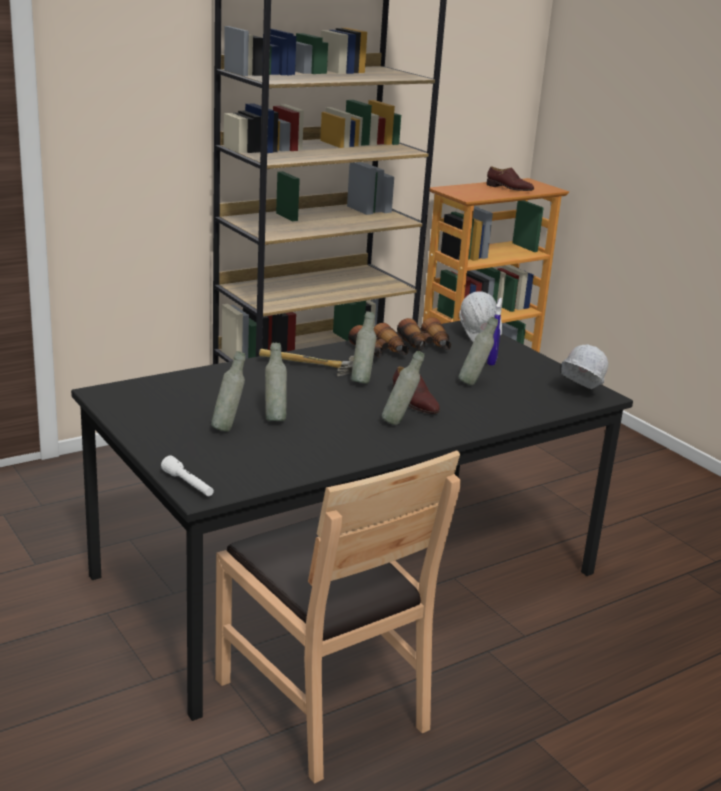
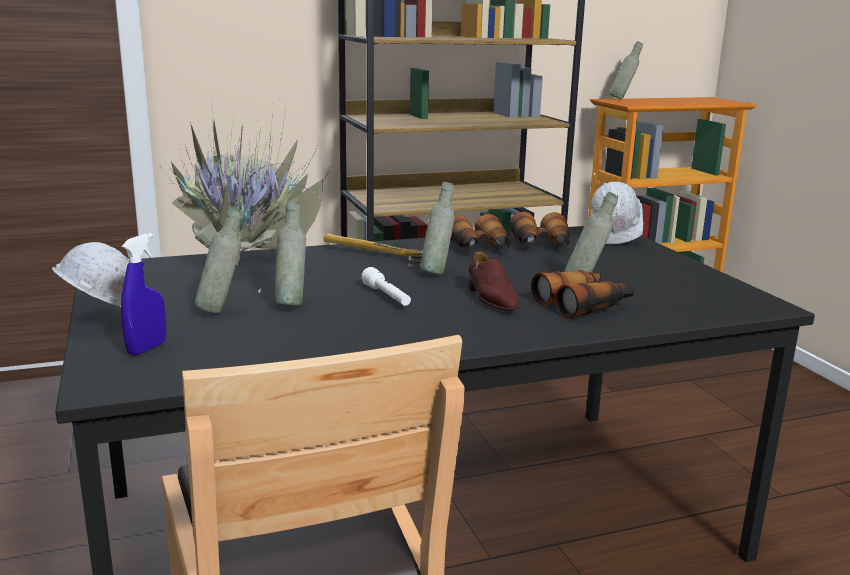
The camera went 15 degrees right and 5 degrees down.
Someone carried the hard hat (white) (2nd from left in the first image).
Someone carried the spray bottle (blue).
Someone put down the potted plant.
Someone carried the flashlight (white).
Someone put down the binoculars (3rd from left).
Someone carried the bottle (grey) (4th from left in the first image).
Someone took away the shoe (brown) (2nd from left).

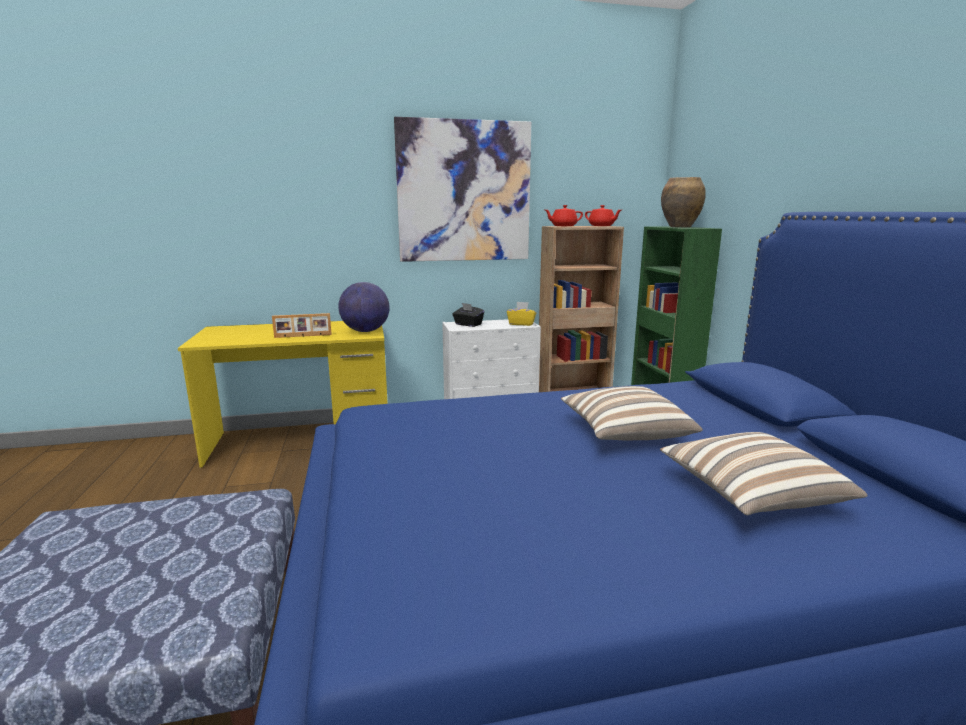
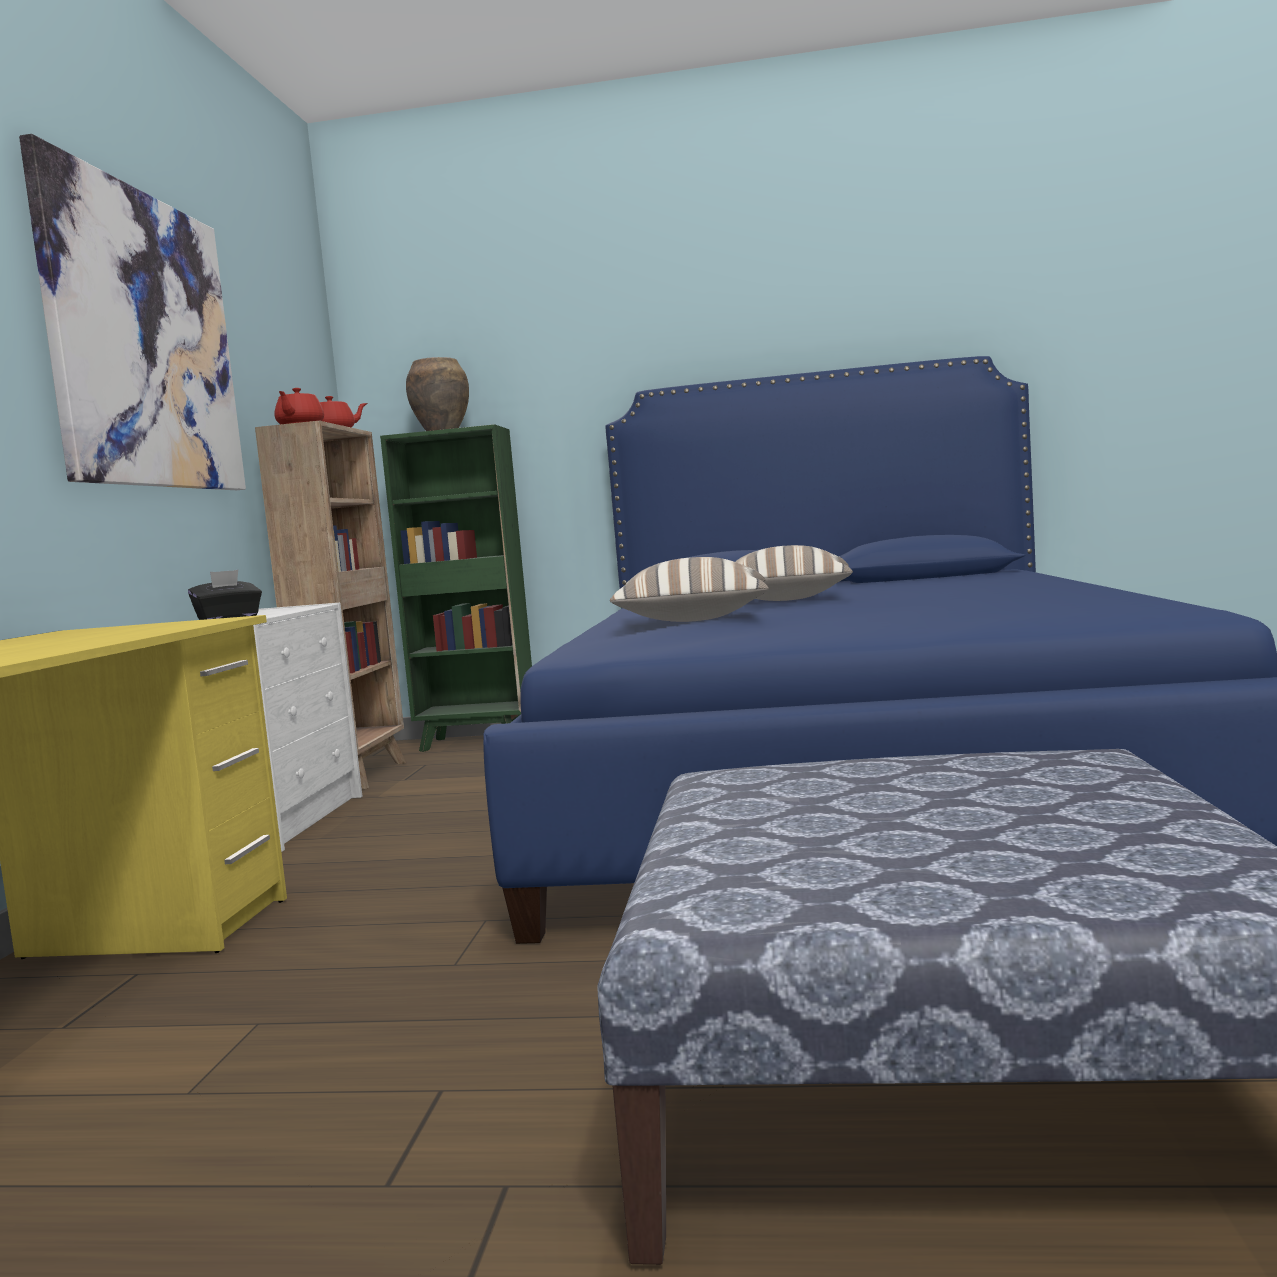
The camera went 70 degrees left and 10 degrees down.
Someone carried the pillow (2nd from left in the first image).
Someone took away the picture frame.
Someone took away the globe.
Someone took away the tissue box (yellow).

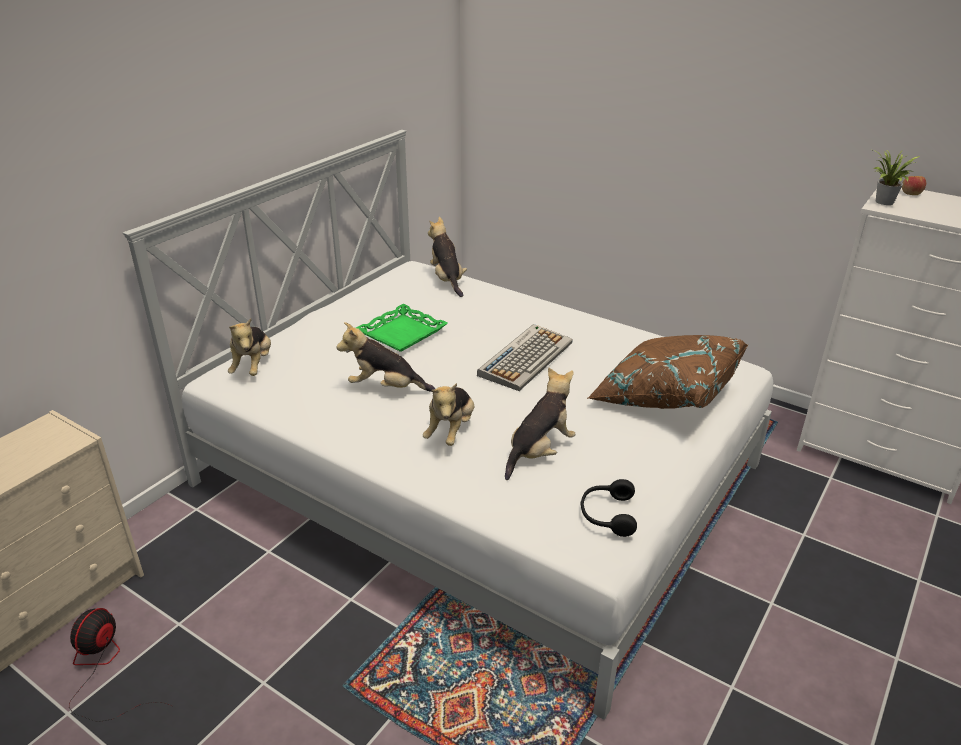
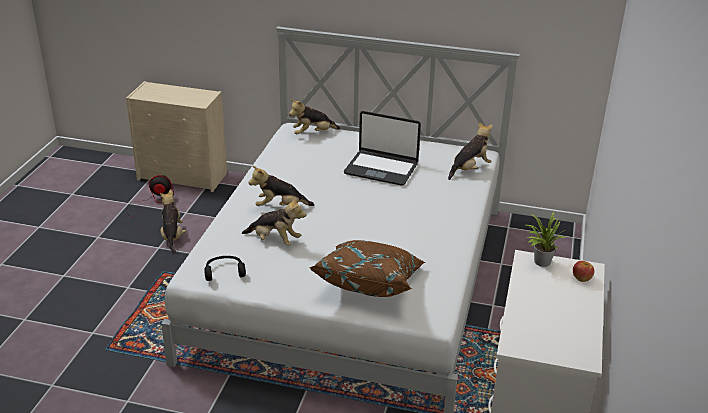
The camera went 70 degrees right and 0 degrees up.
Someone carried the plush toy (2nd from left in the first image).
Someone swapped the tray (green) for the laptop.
Someone took away the keyboard.

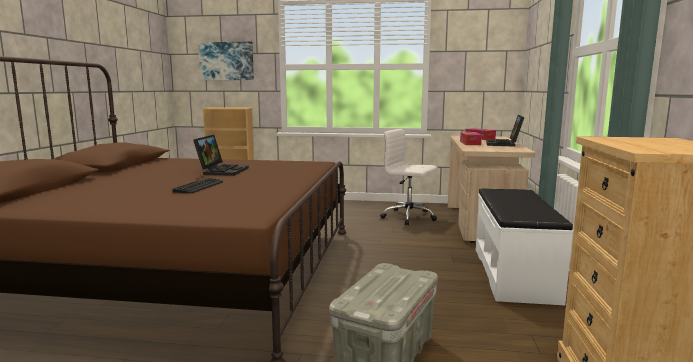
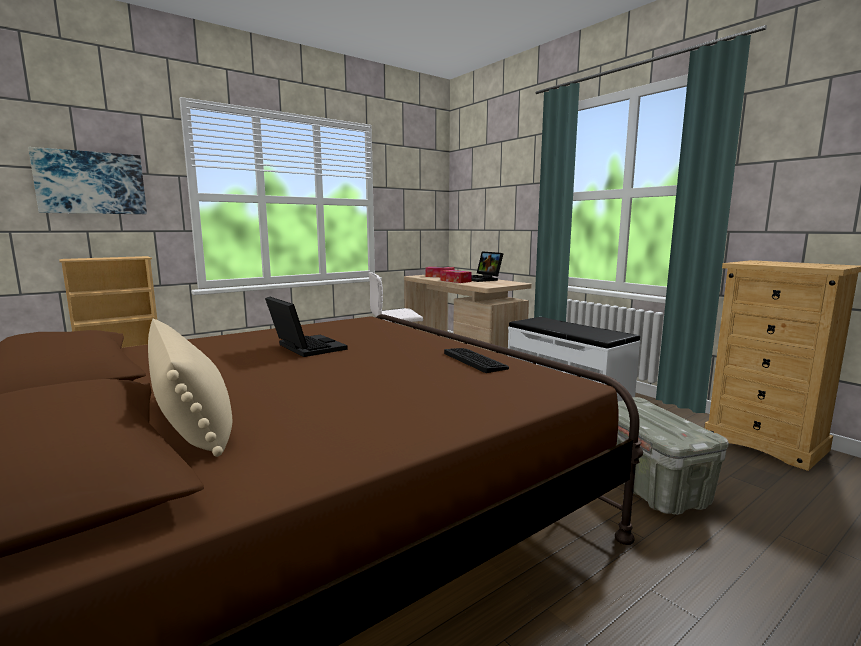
The camera went 45 degrees left and 0 degrees up.
Someone put down the pillow (beige).
Someone carried the keyboard.

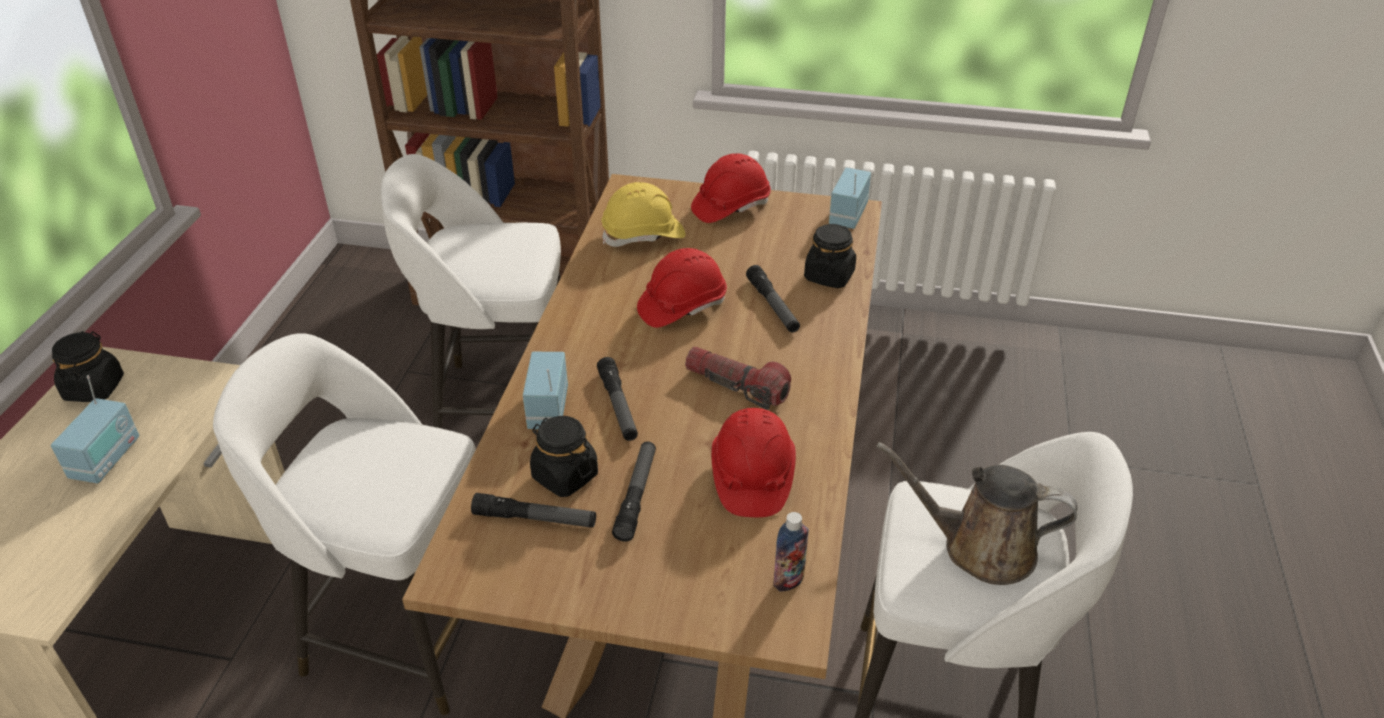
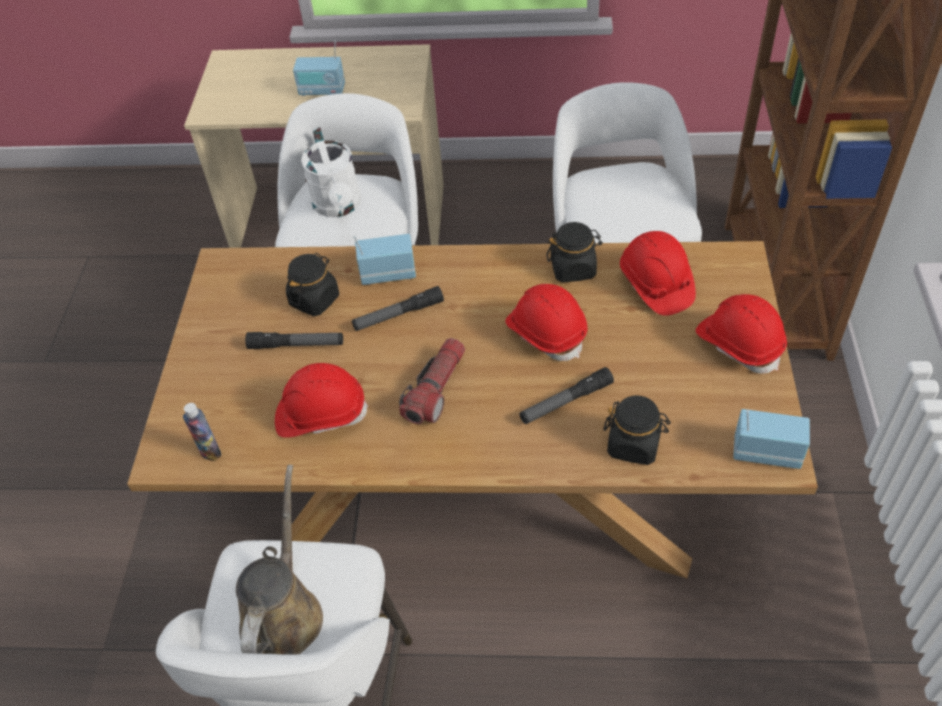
The camera went 85 degrees right and 10 degrees up.
Someone put down the watering can (white).
Someone carried the jar (black) (1st from left in the first image).
Someone repainted the hard hat (yellow), which became the hard hat (red) (3rd from left).
Someone took away the flashlight (1st from left).

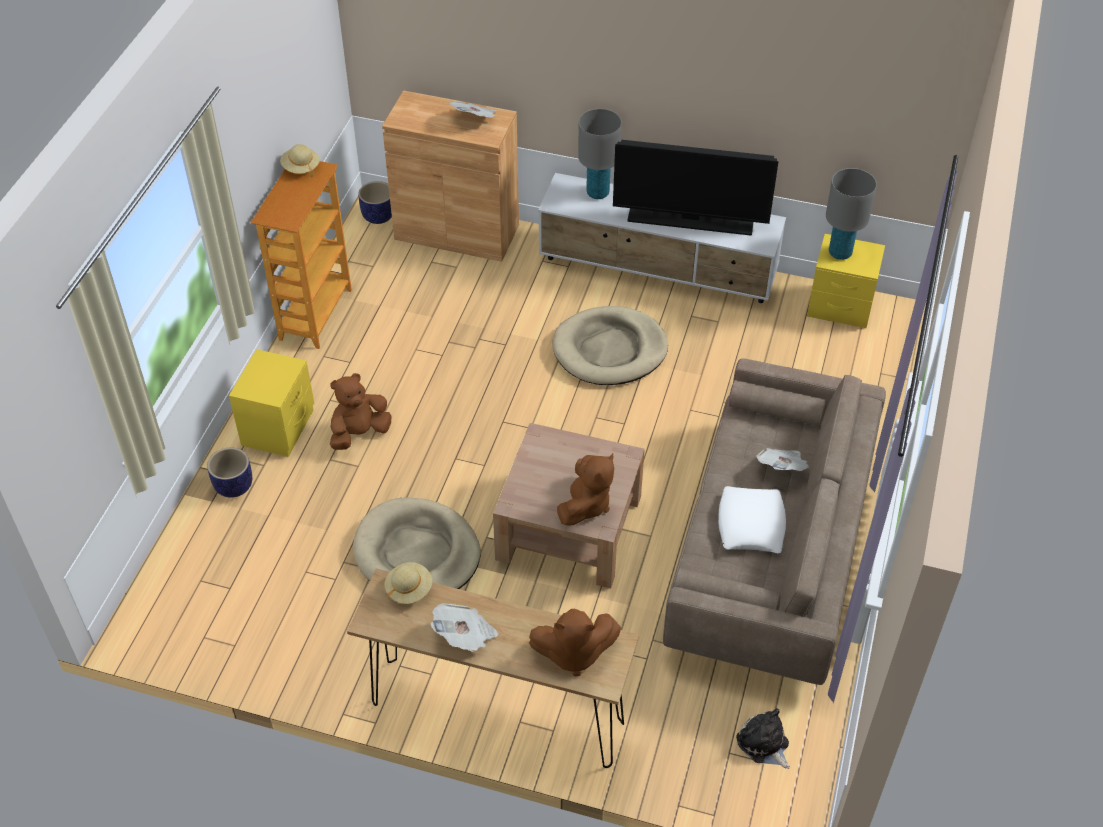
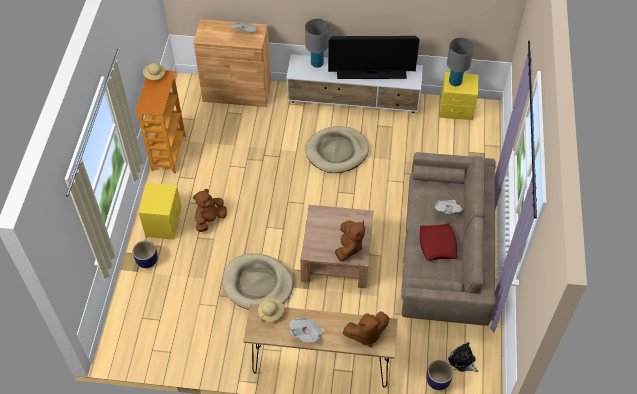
The camera went 10 degrees left and 5 degrees up.
Someone repainted the pillow (white), which became the pillow (red).
Someone carried the planter (2nd from left).

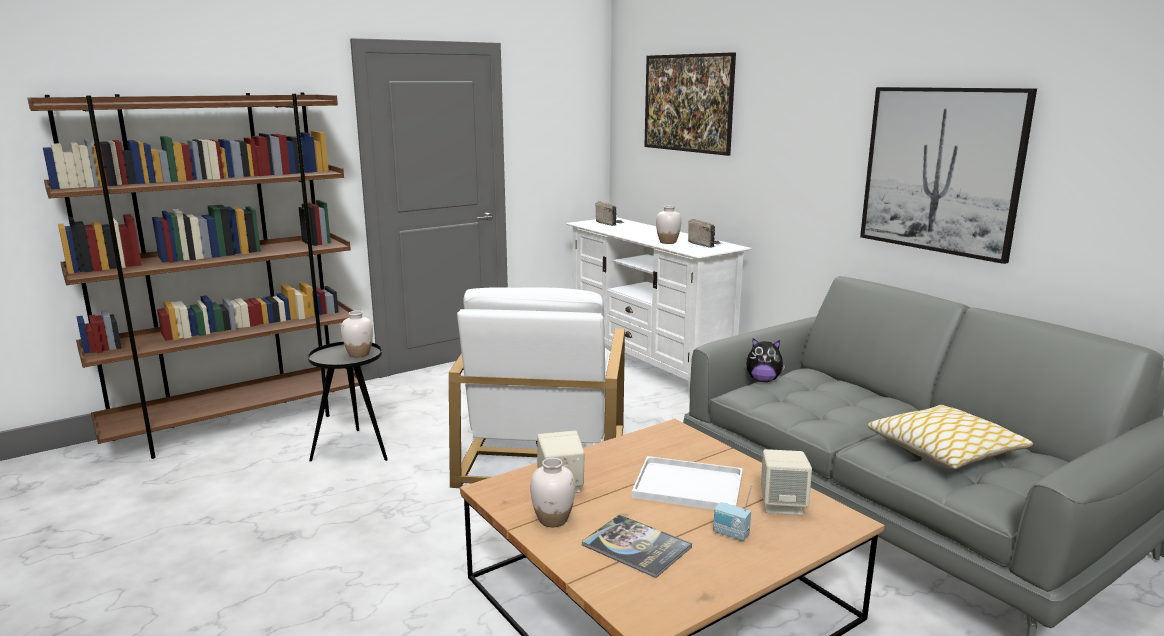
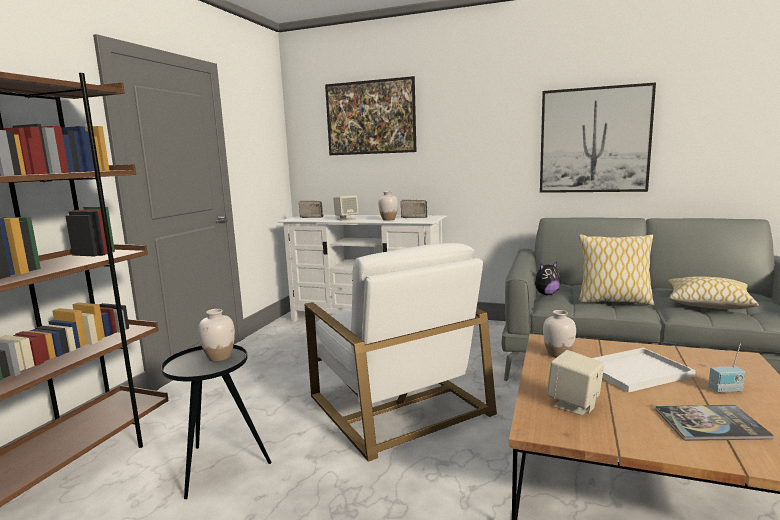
The camera went 35 degrees left and 5 degrees down.
Someone carried the speaker (beige) (2nd from left in the first image).
Someone carried the vase (white) (2nd from left in the first image).
Someone put down the pillow (1st from left).

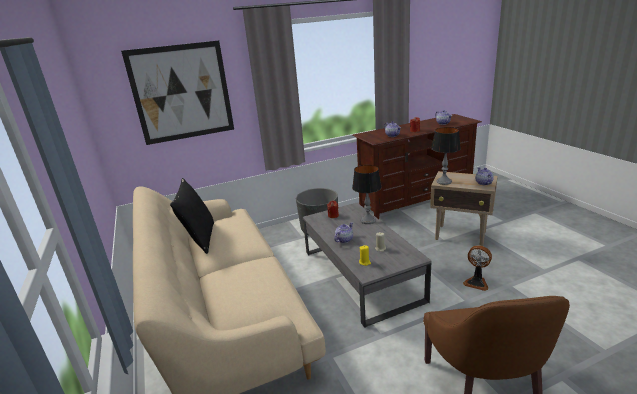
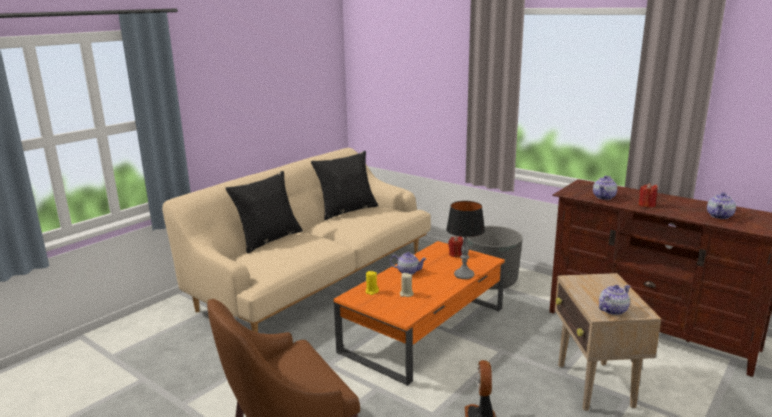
The camera went 60 degrees right and 5 degrees down.
Someone put down the pillow (black) (1st from left).
Someone repainted the coffee table (grey), which became the coffee table (orange).
Someone took away the picture.
Someone took away the table lamp (2nd from left).

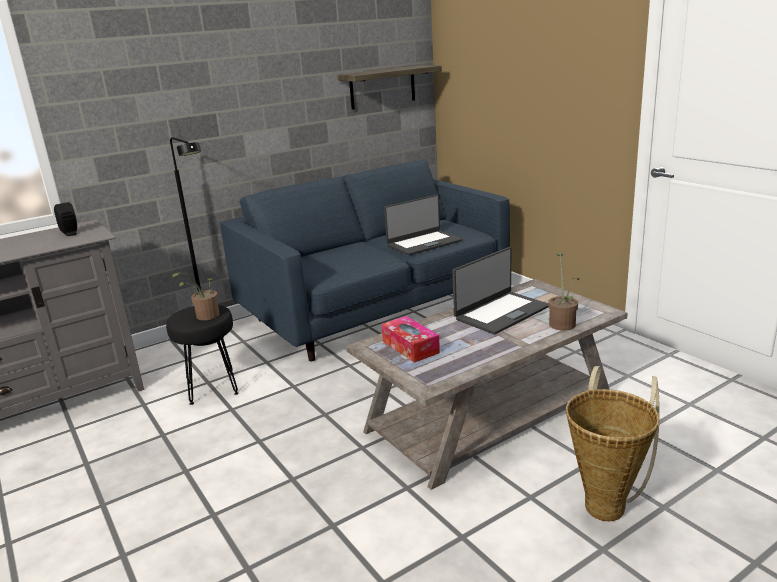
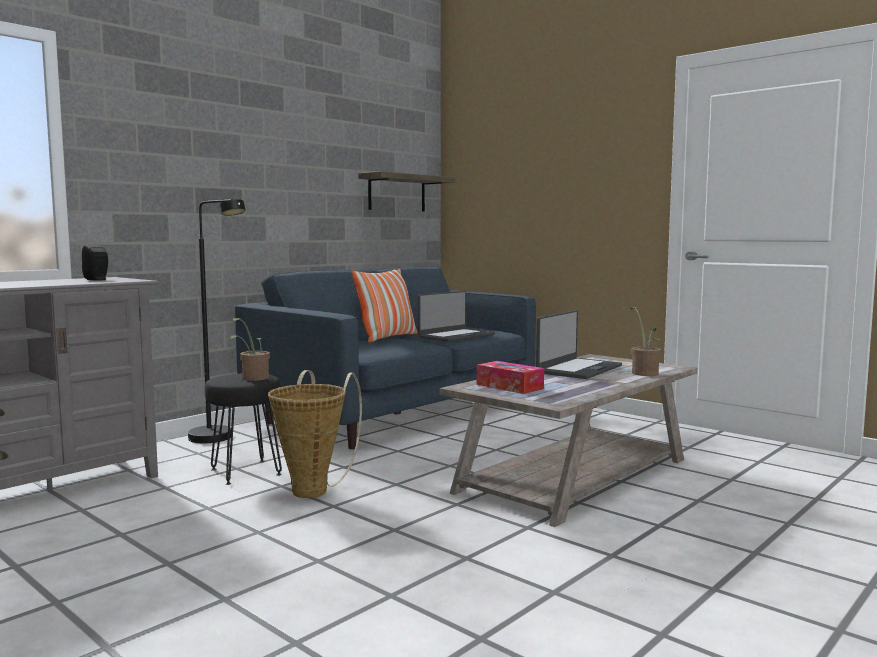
The camera went 15 degrees left and 15 degrees down.
Someone carried the basket.
Someone put down the pillow.

